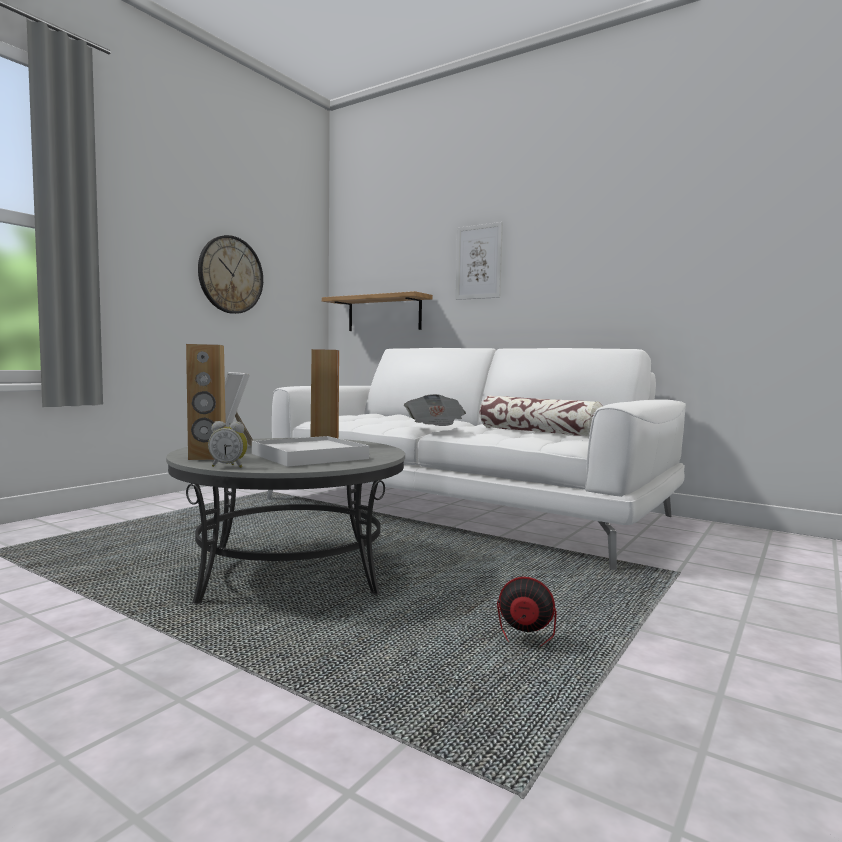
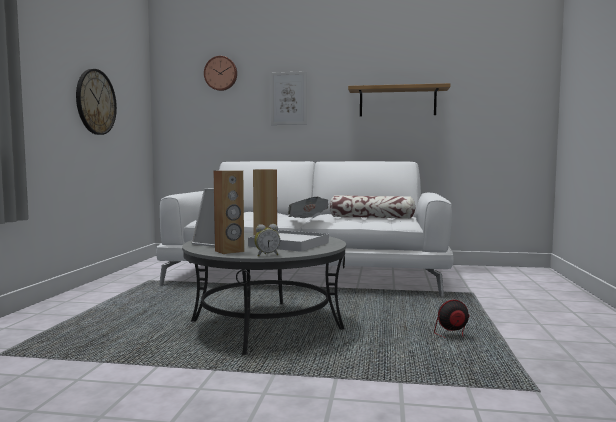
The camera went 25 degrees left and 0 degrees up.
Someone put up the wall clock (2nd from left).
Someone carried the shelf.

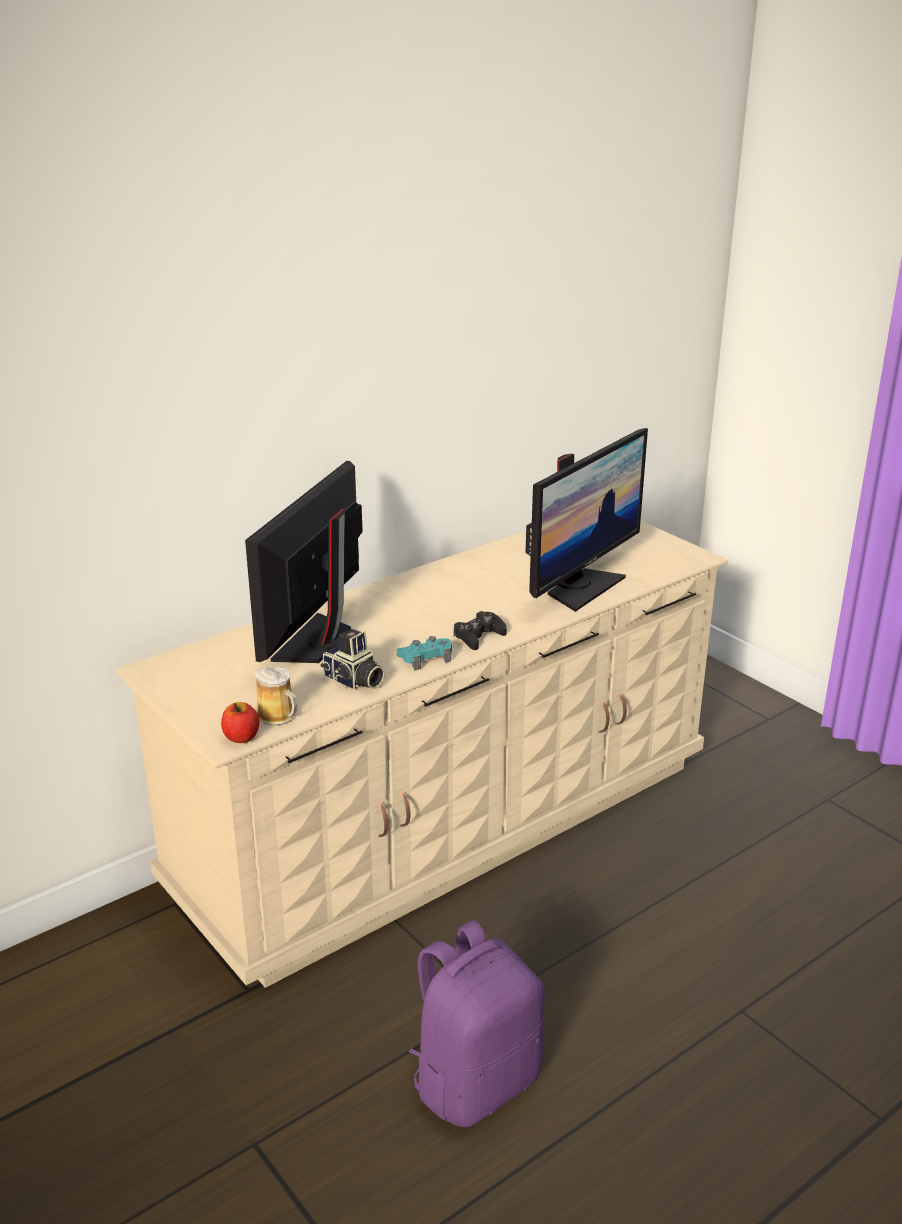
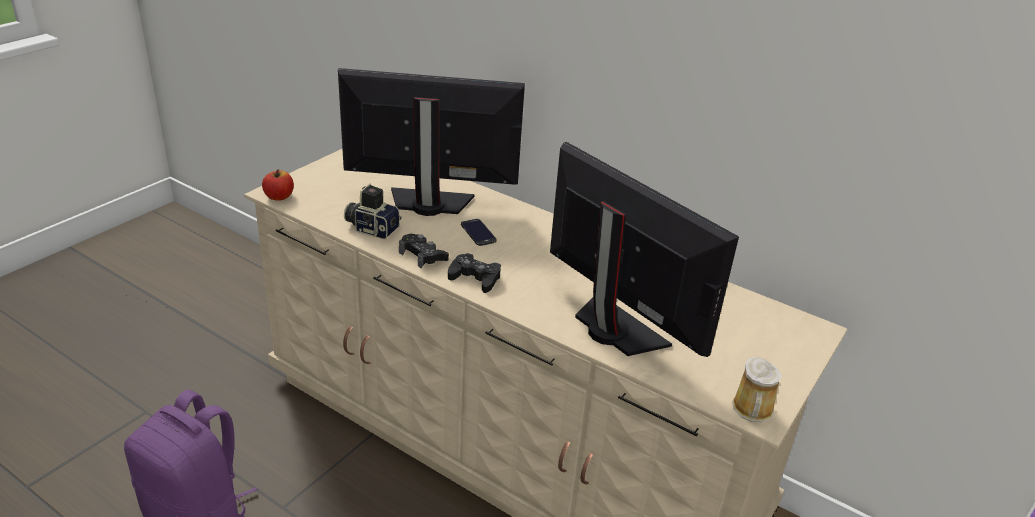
The camera went 70 degrees right and 5 degrees up.
Someone rotated the photo camera by 90 degrees clockwise.
Someone repainted the game controller (turquoise), which became the game controller (black) (1st from left).
Someone put down the phone.
Someone rotated the monitor (2nd from left) by 150 degrees counterclockwise.
Someone carried the mug.

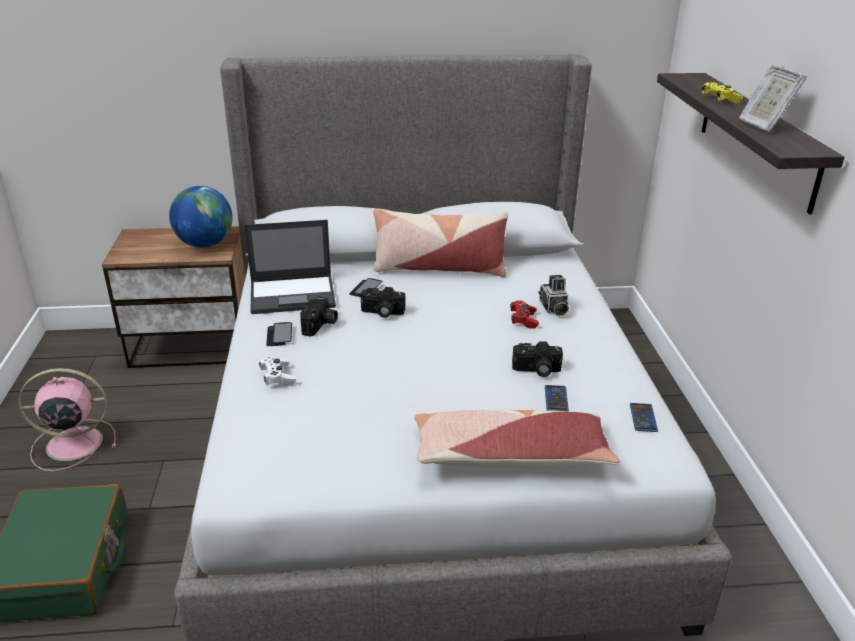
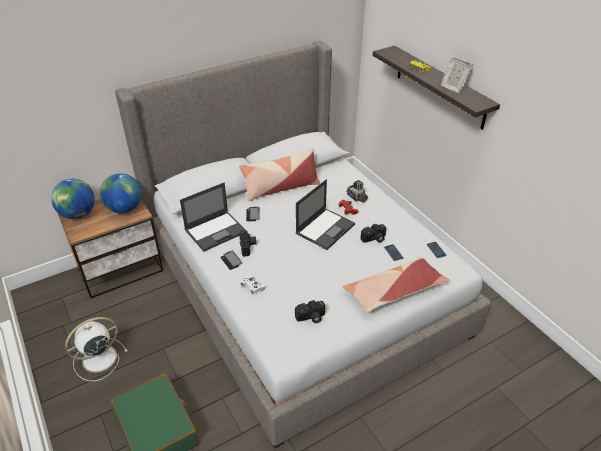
The camera went 25 degrees left and 10 degrees up.
Someone put down the globe (1st from left).
Someone repainted the fan (pink), which became the fan (white).
Someone carried the photo camera (2nd from left).
Someone put down the laptop (2nd from left).

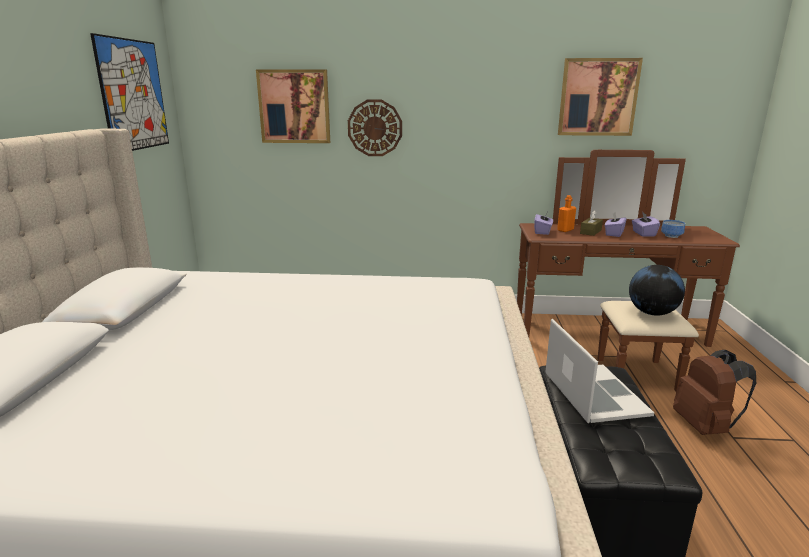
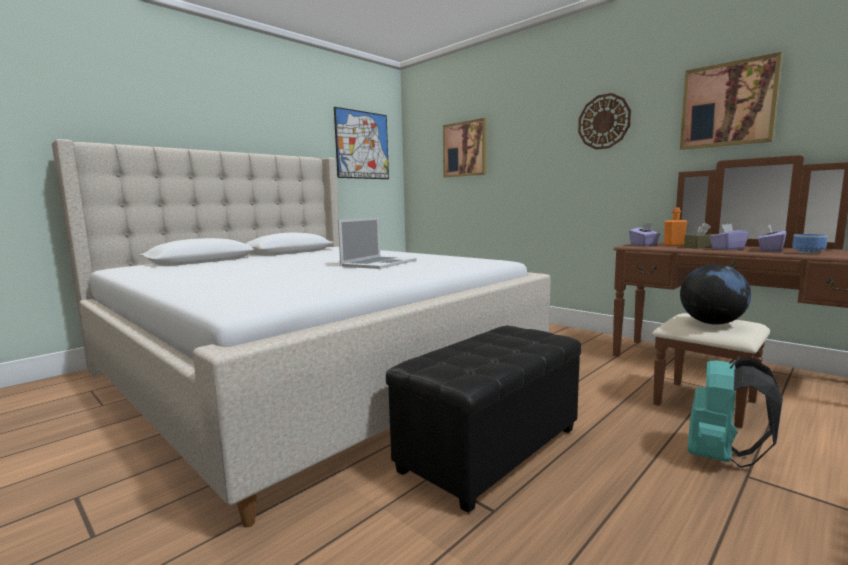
The camera went 40 degrees right and 10 degrees down.
Someone carried the laptop.
Someone carried the wall clock.
Someone repainted the backpack (brown), which became the backpack (turquoise).

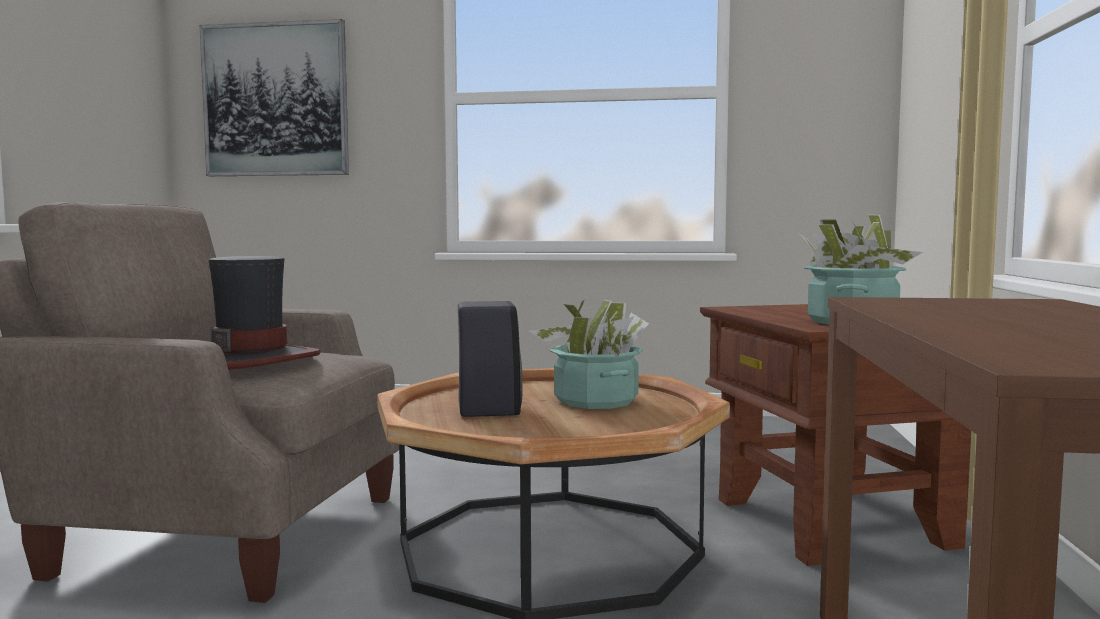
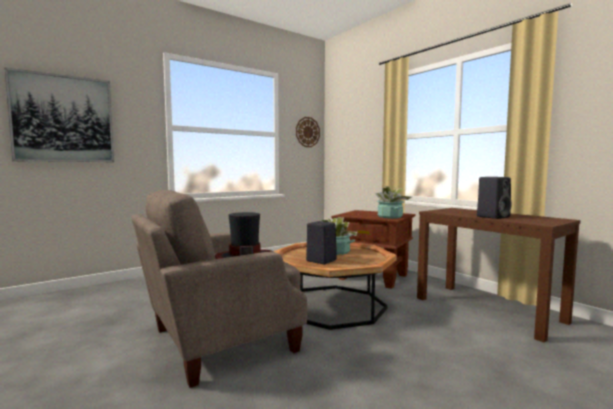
The camera went 45 degrees left and 0 degrees up.
Someone put up the wall clock.
Someone put down the speaker (black) (2nd from left).

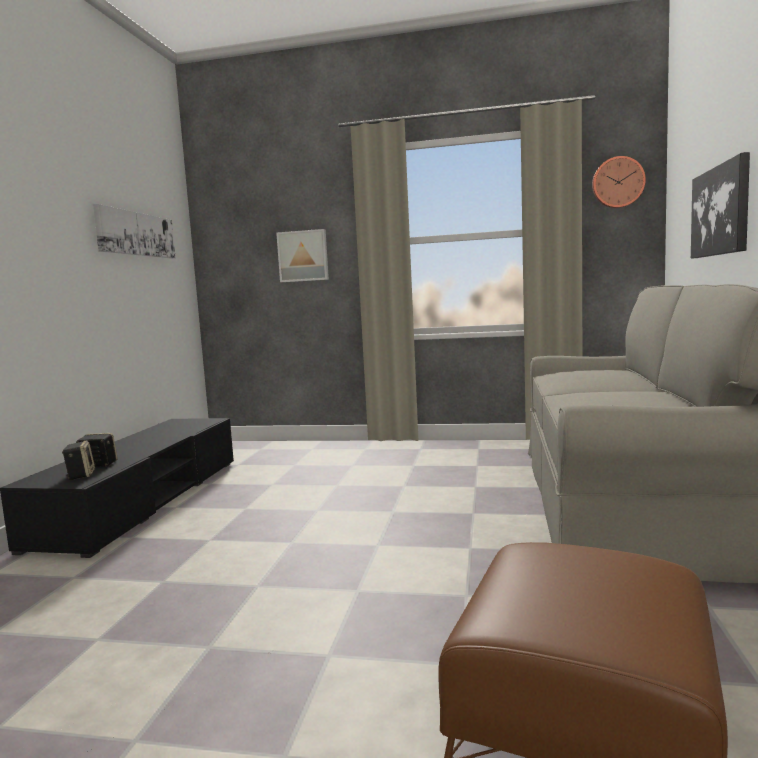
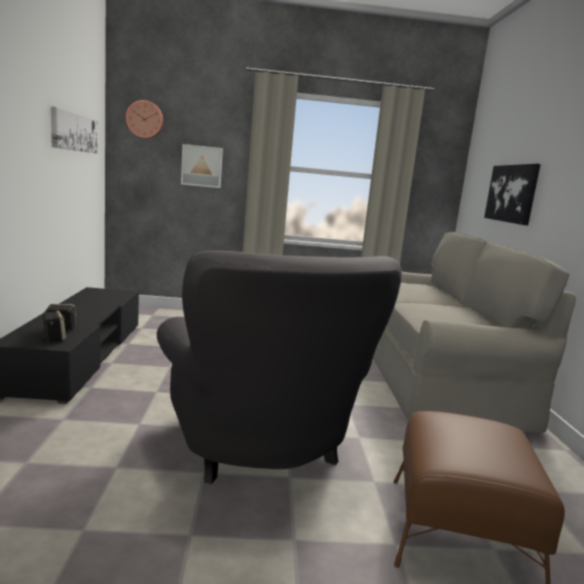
The camera went 15 degrees left and 5 degrees up.
Someone carried the wall clock.
Someone put down the armchair (grey).

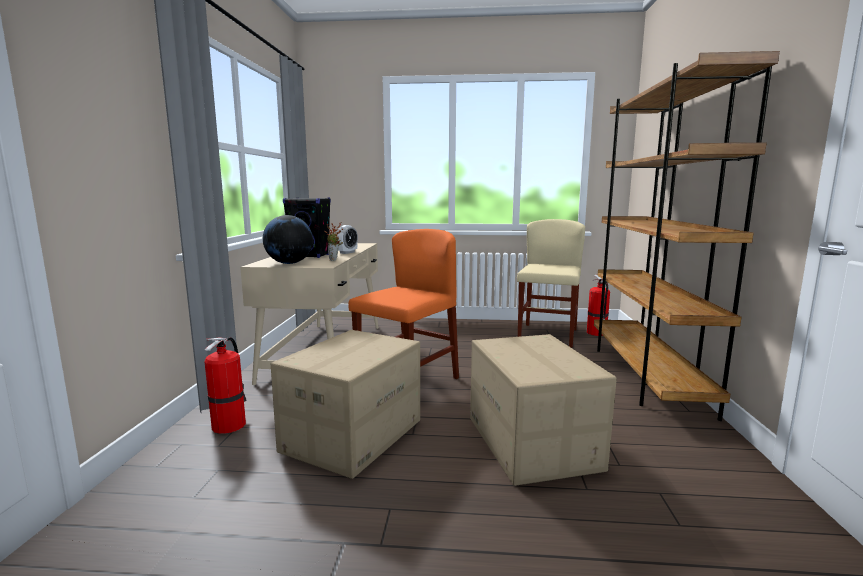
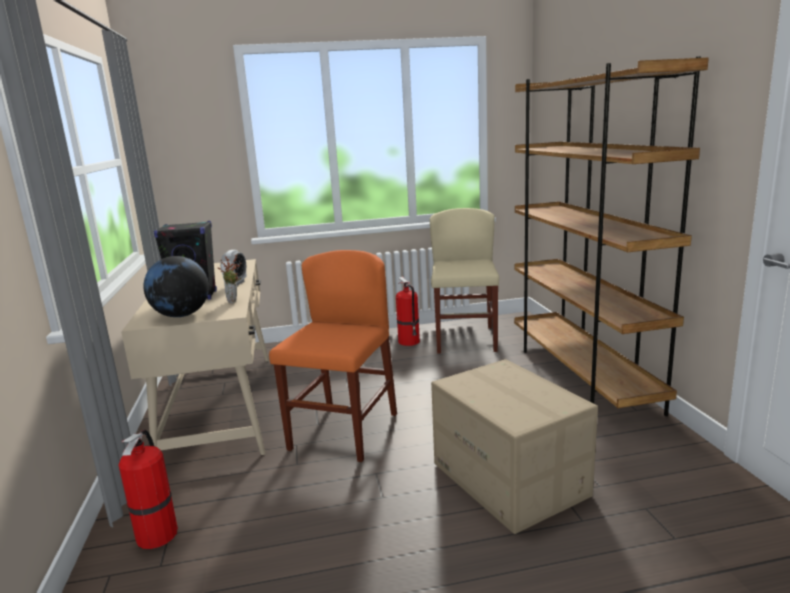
The camera went 15 degrees left and 5 degrees up.
Someone carried the fire extinguisher (2nd from left).
Someone took away the cardboard box (1st from left).

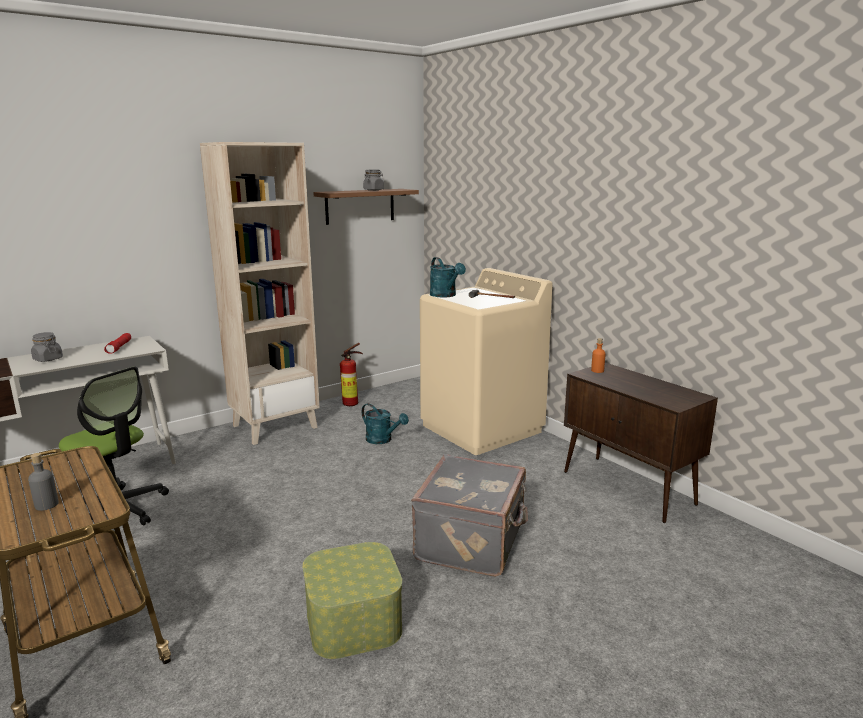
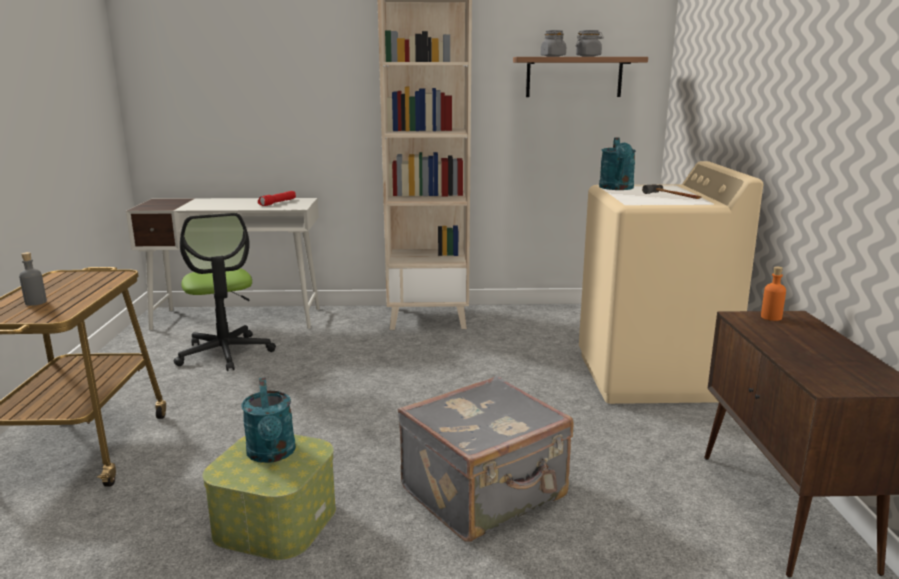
The camera went 35 degrees right and 0 degrees up.
Someone carried the watering can (turquoise) (1st from left).
Someone carried the jar (grey) (1st from left).
Someone took away the fire extinguisher.

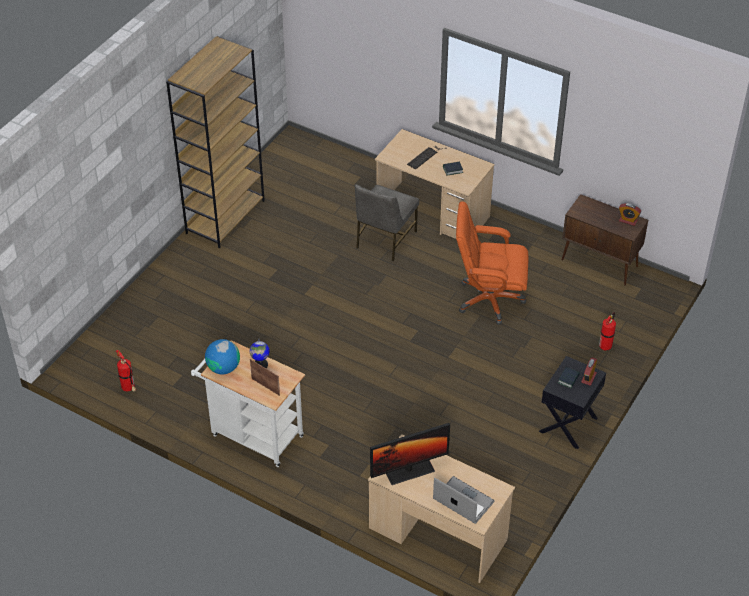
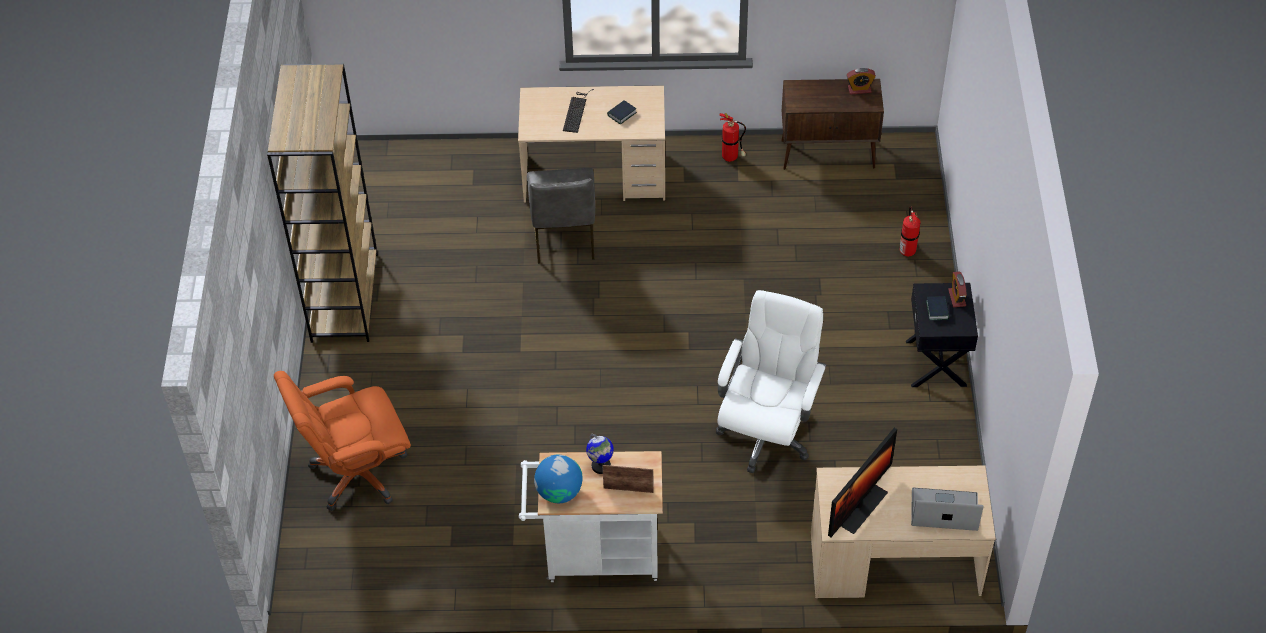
The camera went 30 degrees left and 5 degrees up.
Someone carried the office chair (orange).
Someone put down the office chair (white).
Someone carried the fire extinguisher (1st from left).

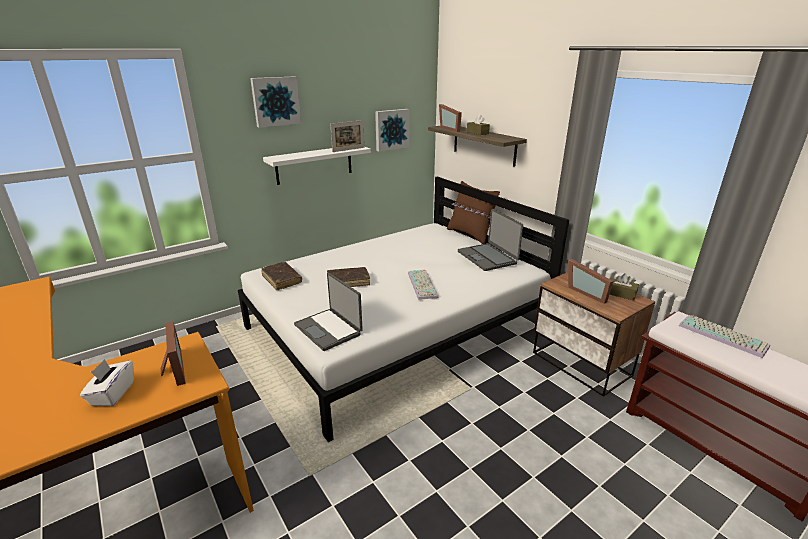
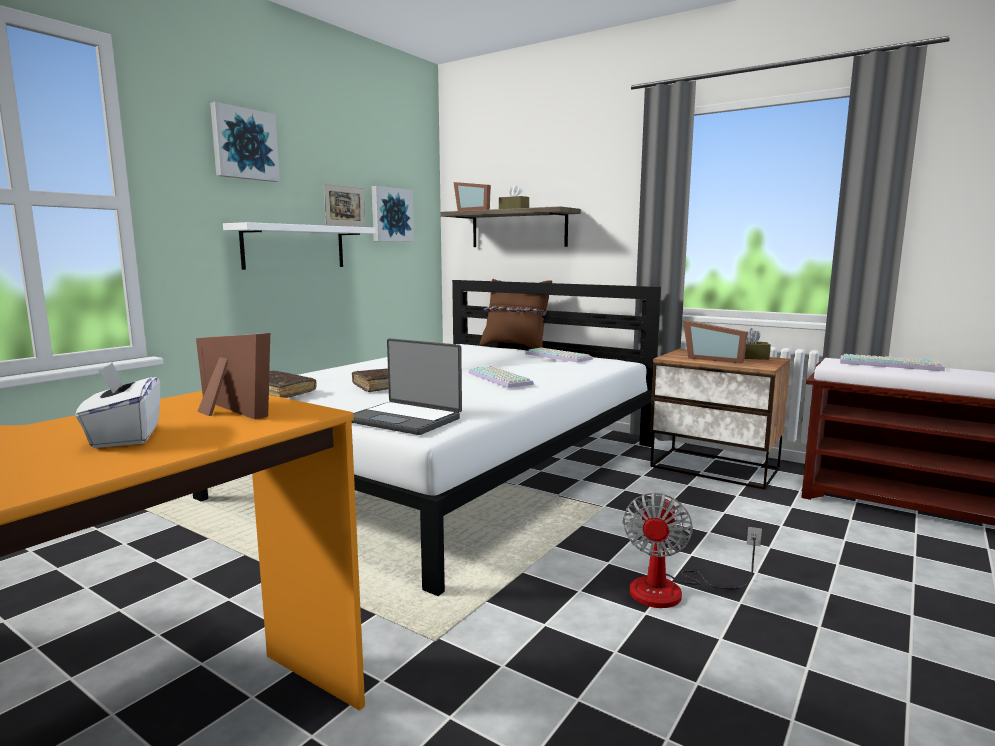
The camera went 20 degrees left and 15 degrees down.
Someone swapped the laptop (2nd from left) for the keyboard (2nd from left).
Someone put down the fan.

